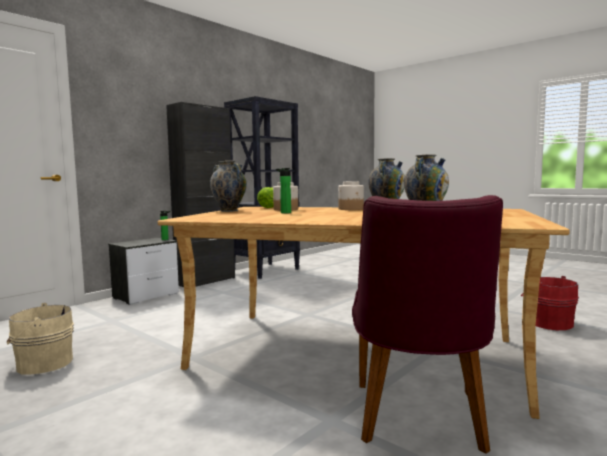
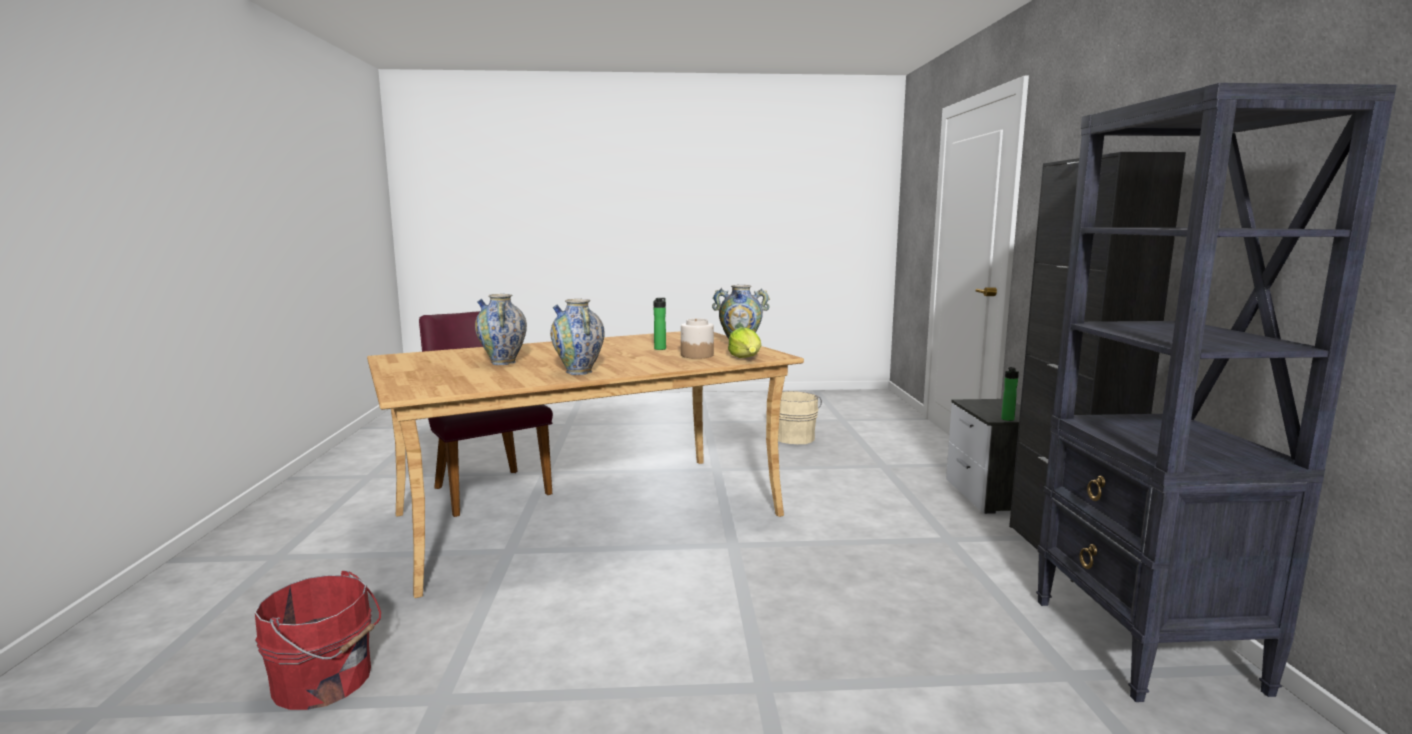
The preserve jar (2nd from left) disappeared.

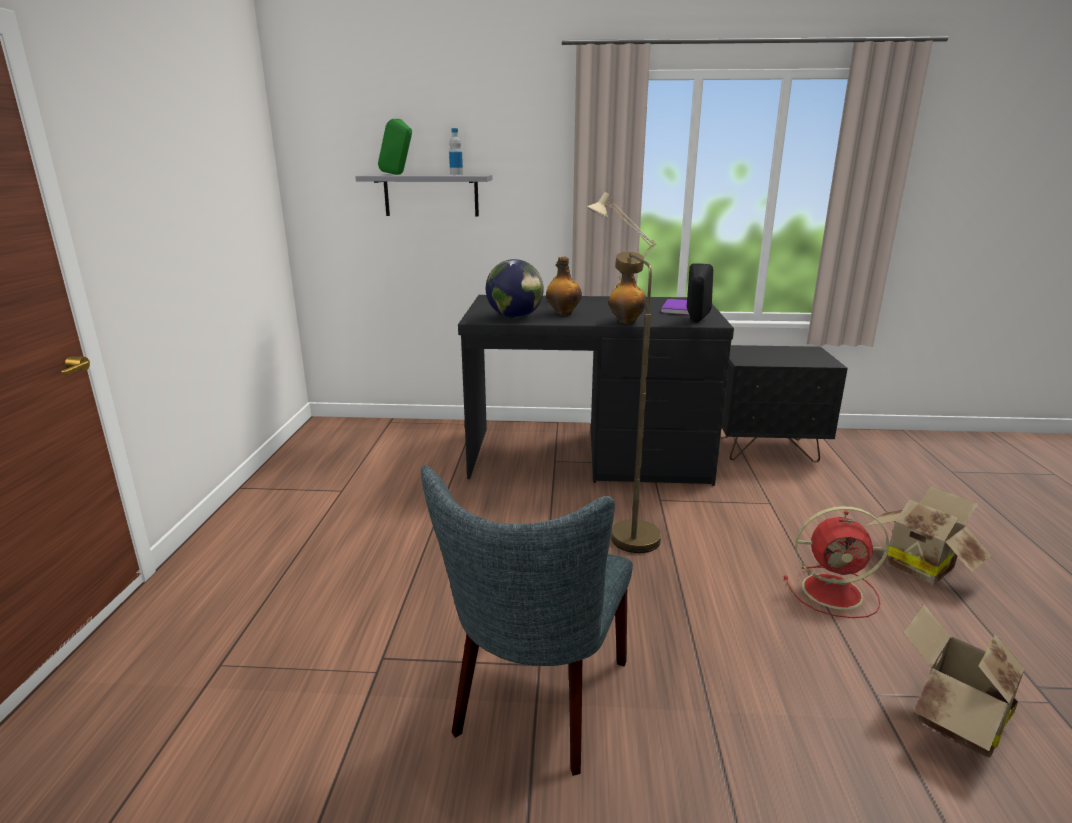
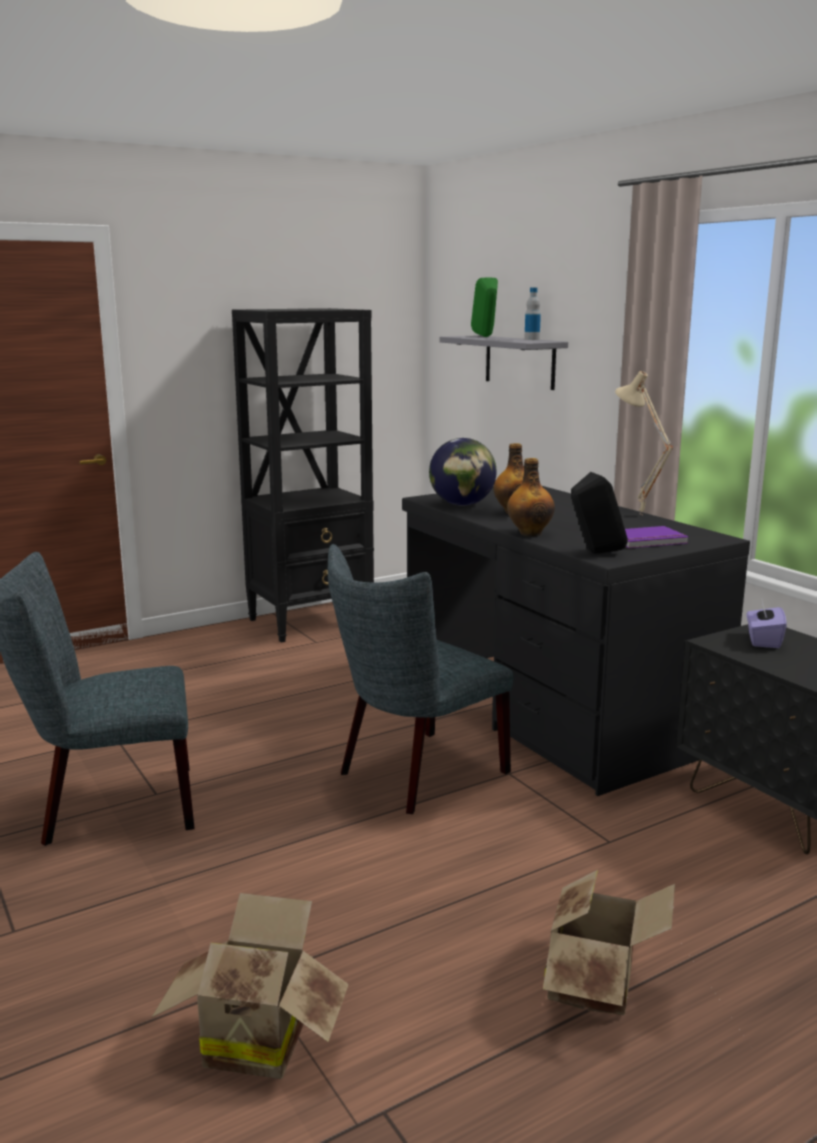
The blackish bookshelf appeared. The brown standard lamp was replaced by the greyish plain chair (2nd from left). The purplish tissue holder appeared. The red fan disappeared.

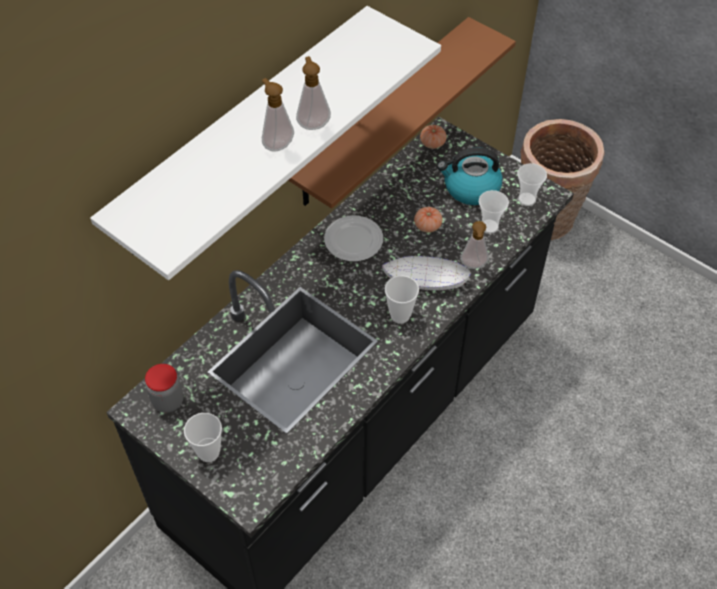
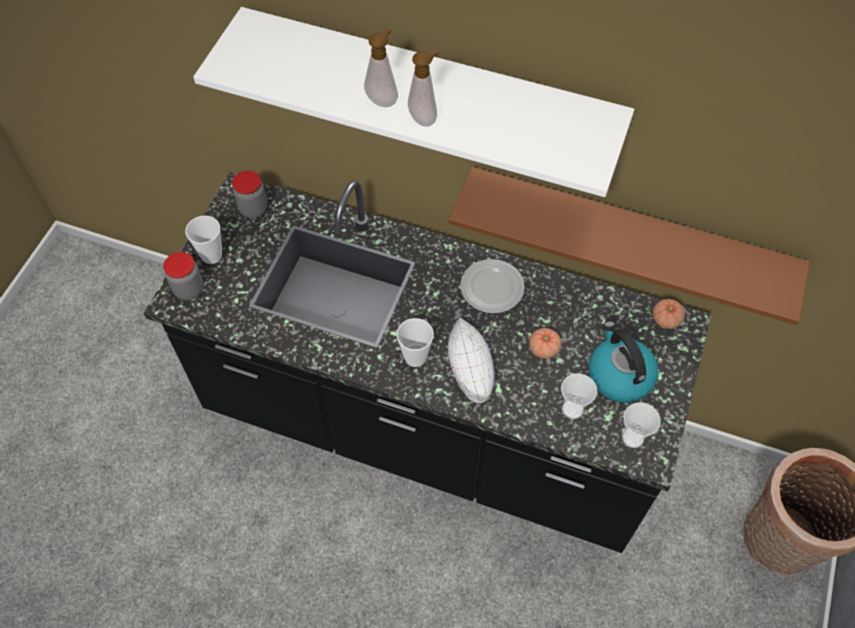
The preserve jar (1st from left) appeared. The soap dispenser (3rd from left) disappeared.

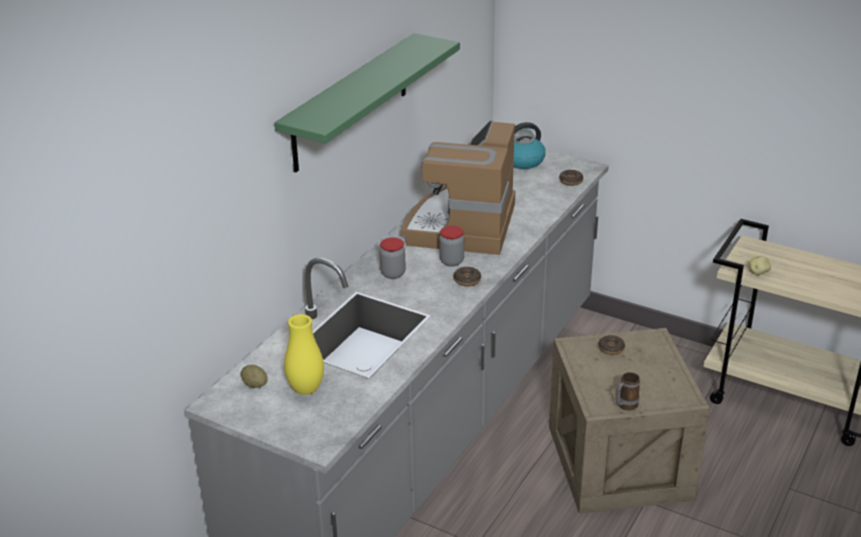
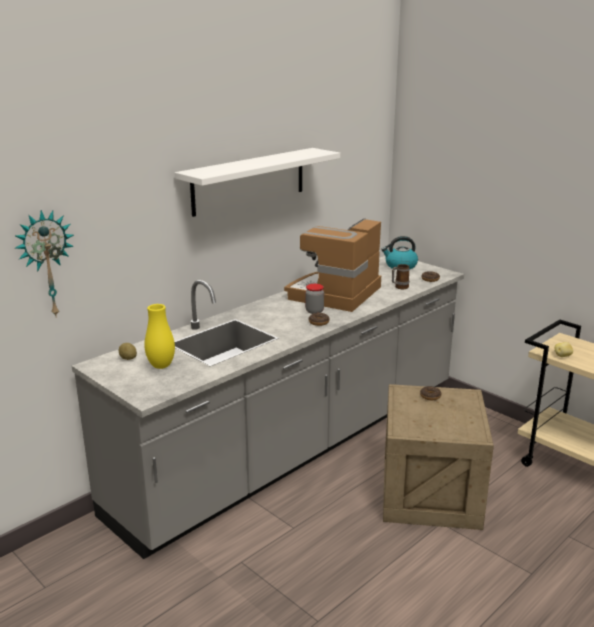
The wall clock appeared. The greenish shelf became the whitish shelf. The coffee mug moved. The preserve jar (1st from left) disappeared.

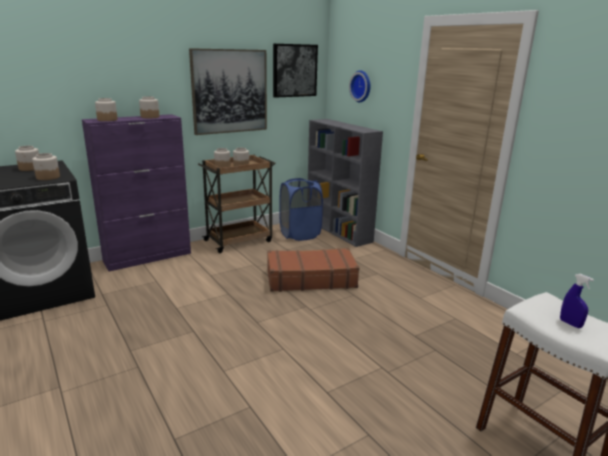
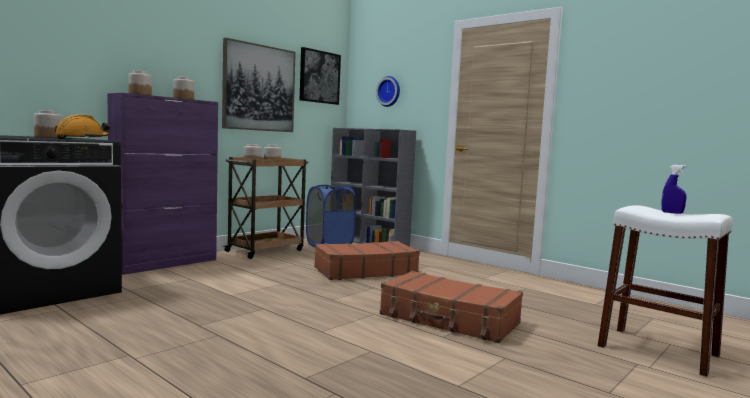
The preserve jar (2nd from left) was replaced by the orangey work helmet. The brown travel case (2nd from left) appeared.

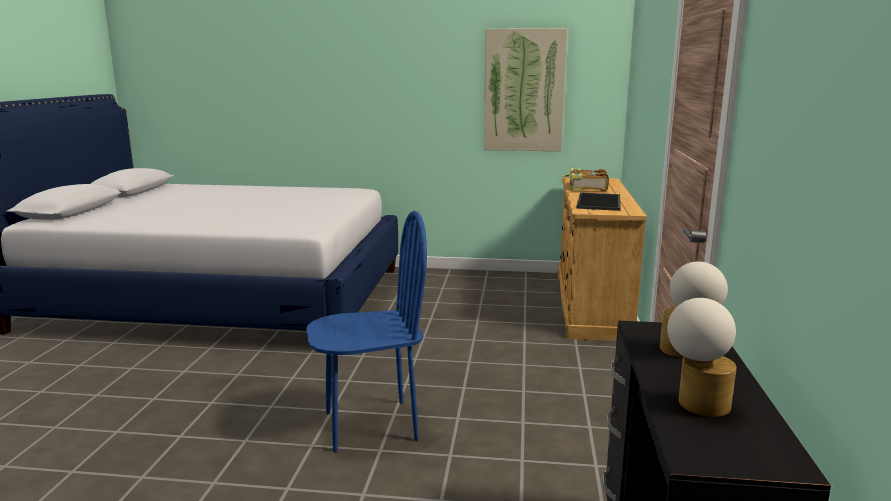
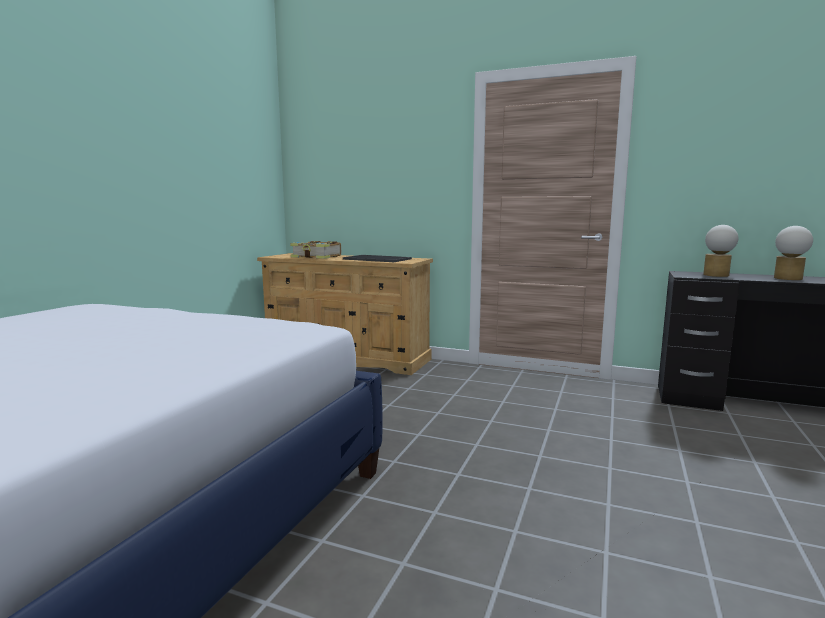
The blue plain chair disappeared. The wall picture disappeared.

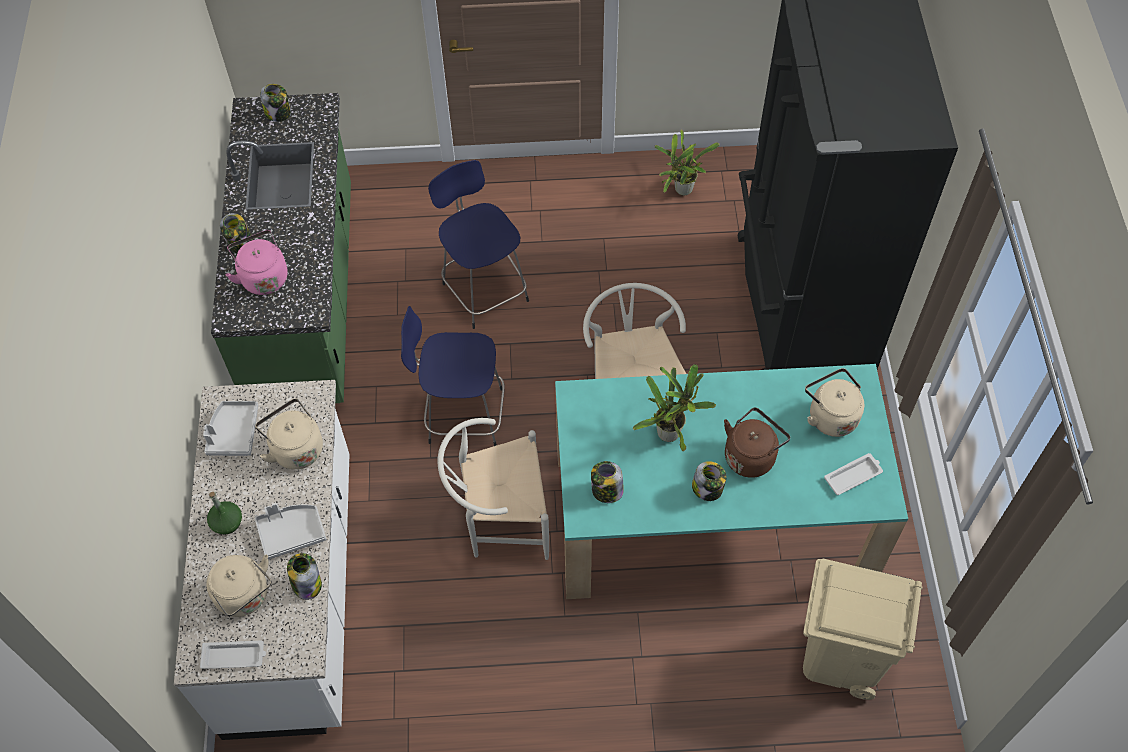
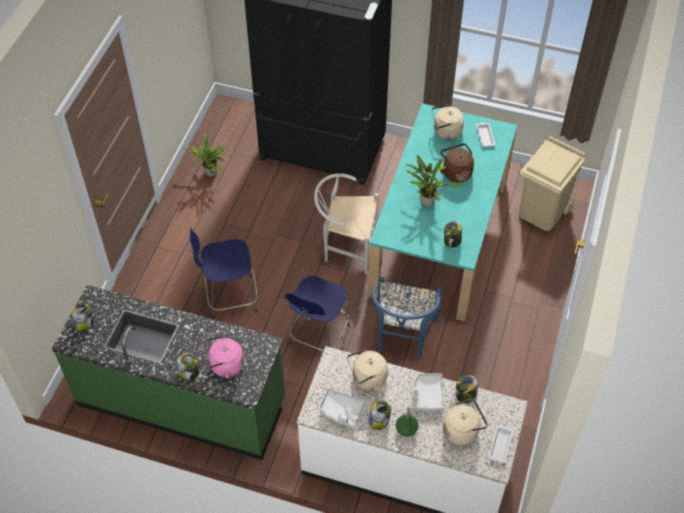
The preserve jar (5th from left in the first image) moved. The whitish plain chair (1st from left) became the blue plain chair.

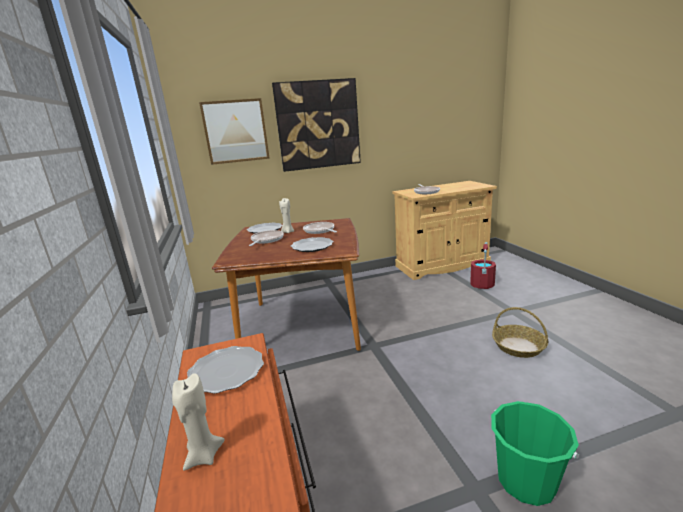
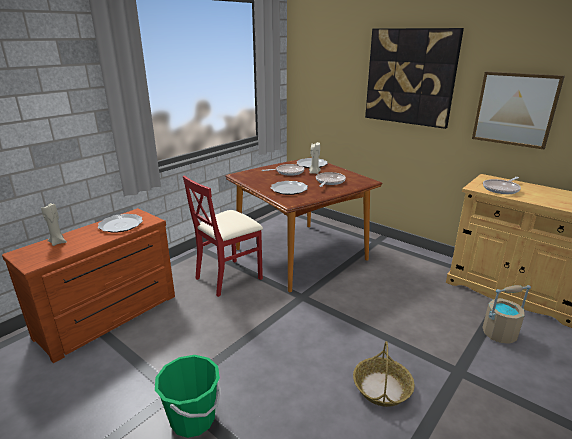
The red plain chair appeared. The wall picture (1st from left in the first image) moved. The red bucket became the sand-coloured bucket.

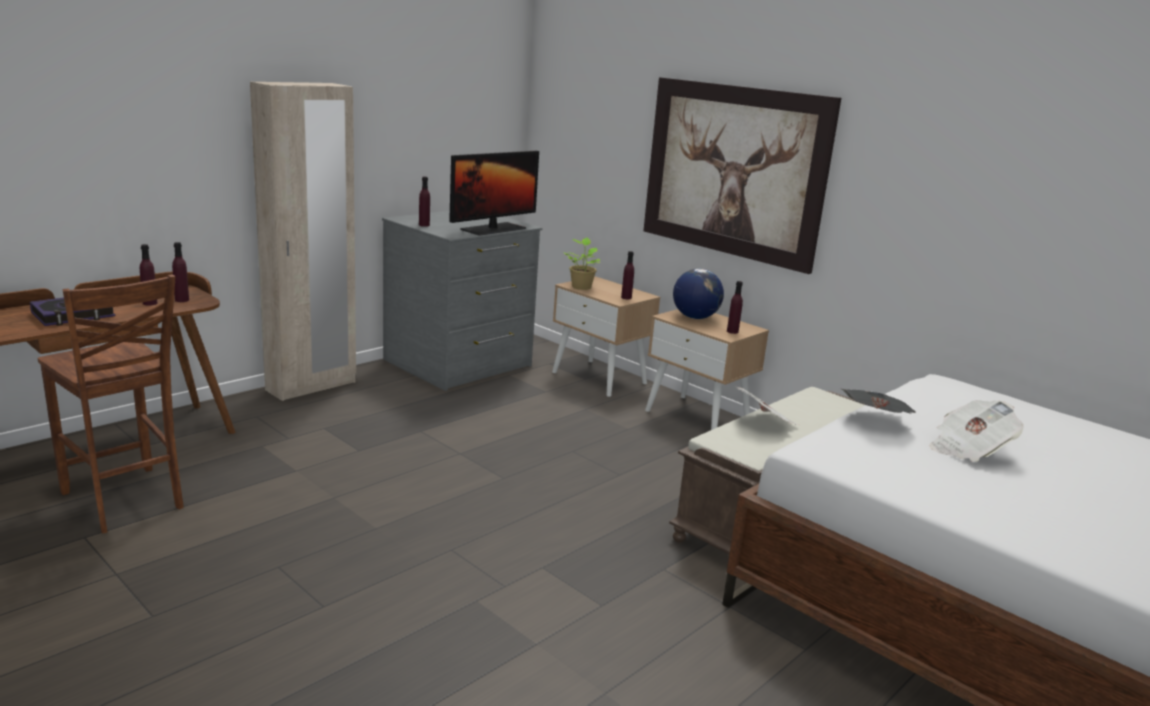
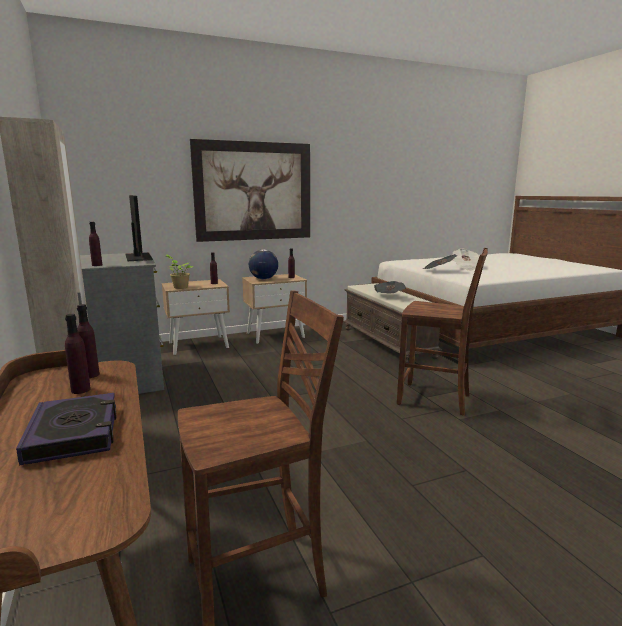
The brown plain chair (2nd from left) appeared.

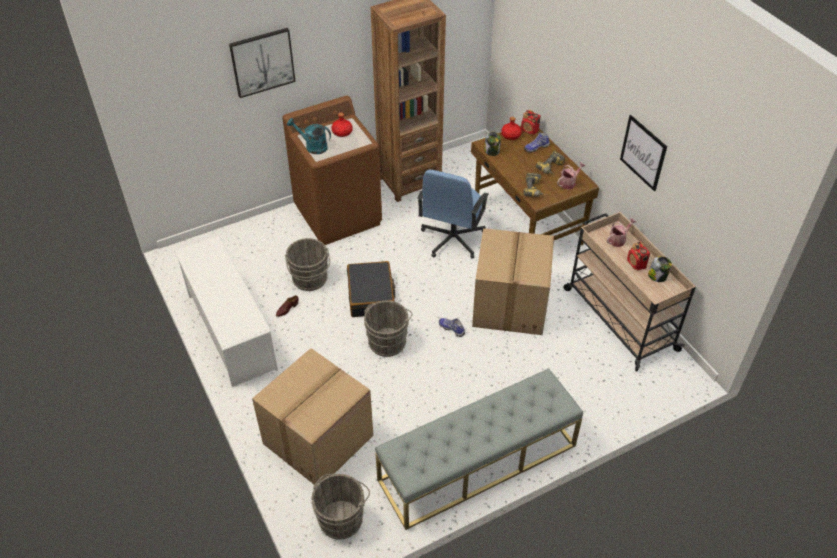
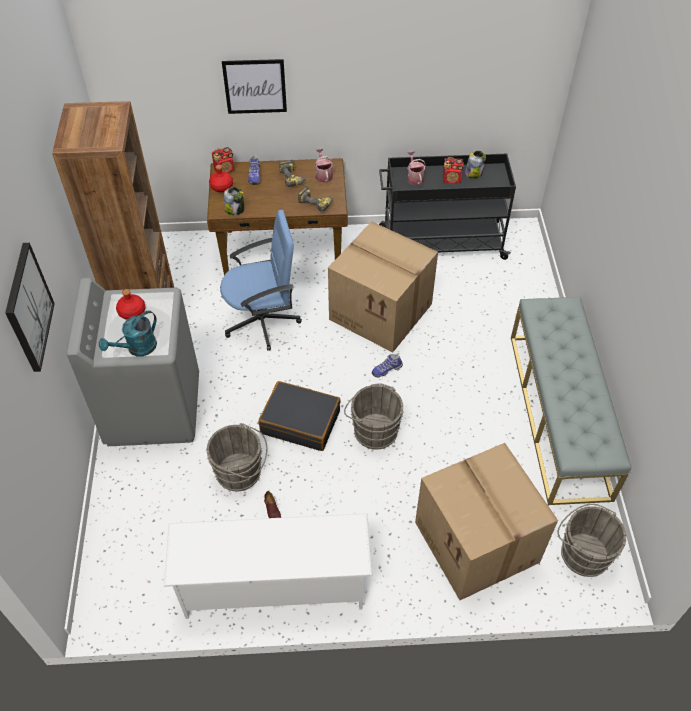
The brown laundry machine became the greyish laundry machine. The blue desk chair turned 60 degrees counterclockwise. The wall picture (2nd from left) moved. The sand-coloured cart became the blackish cart.

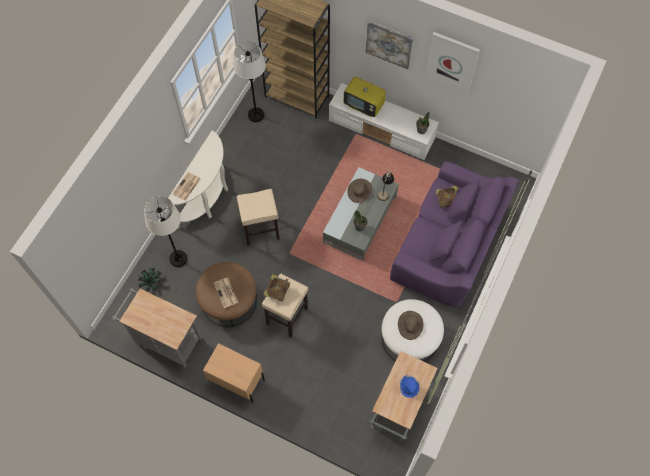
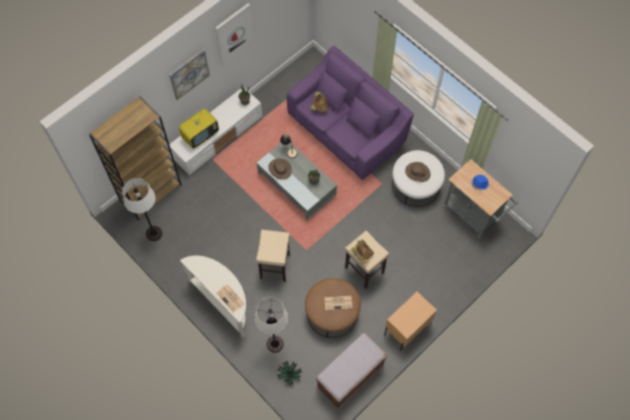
The greyish cart (1st from left) was replaced by the brown long seat.

